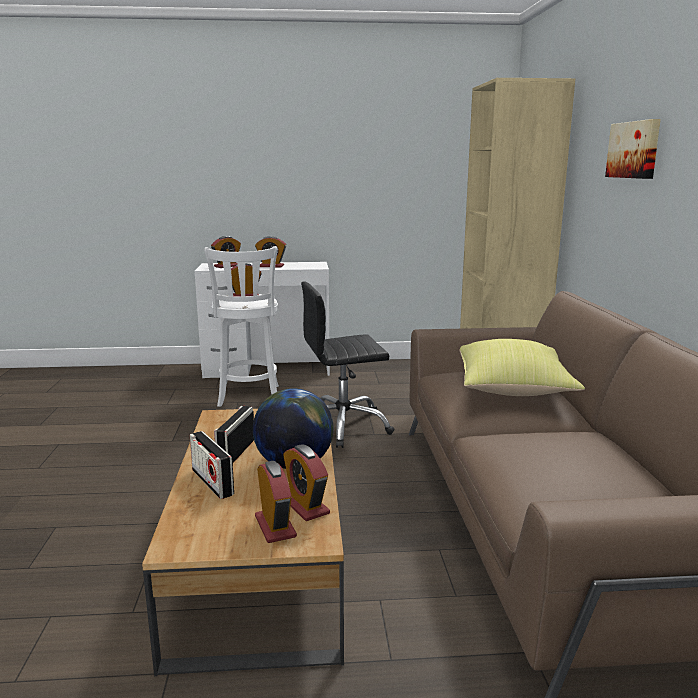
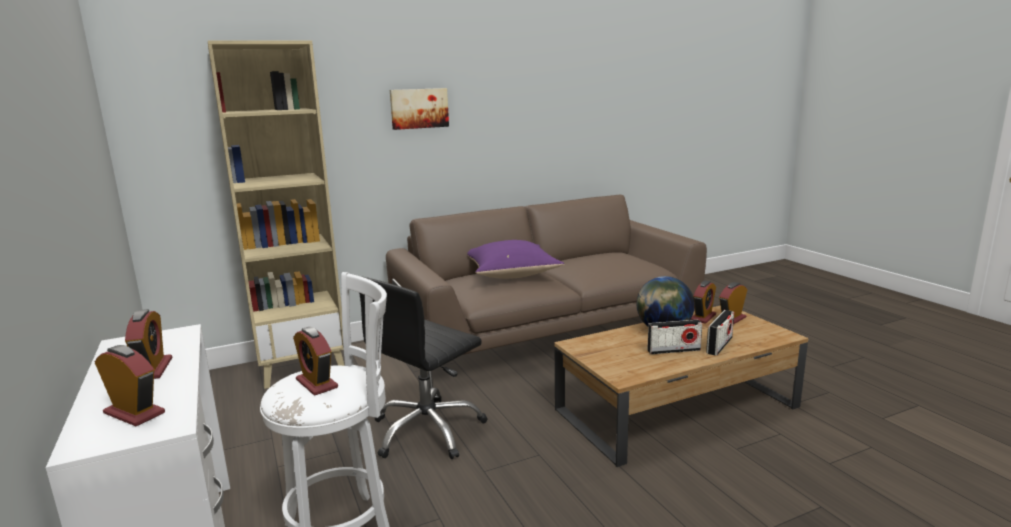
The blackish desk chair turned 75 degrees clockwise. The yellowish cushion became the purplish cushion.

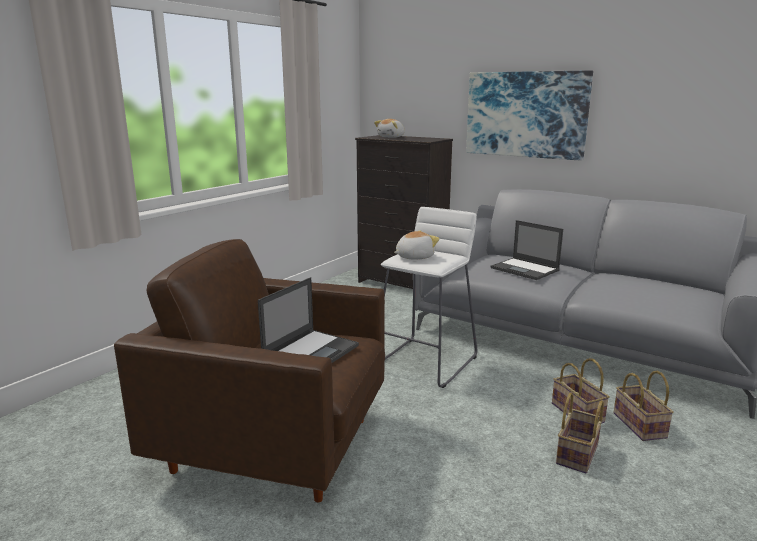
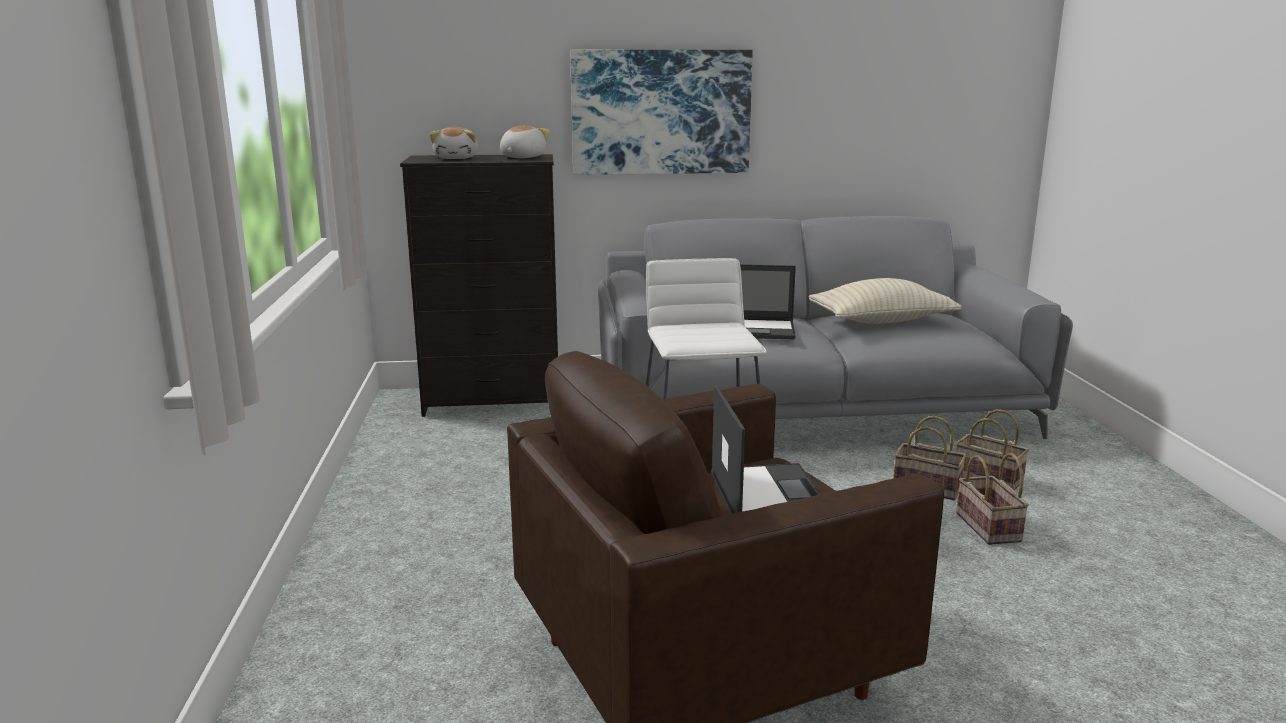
The plush toy (2nd from left) moved. The sand-coloured cushion appeared.

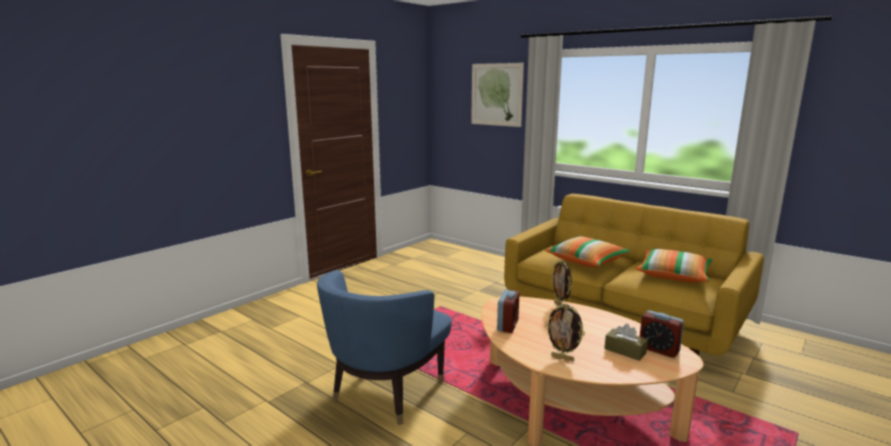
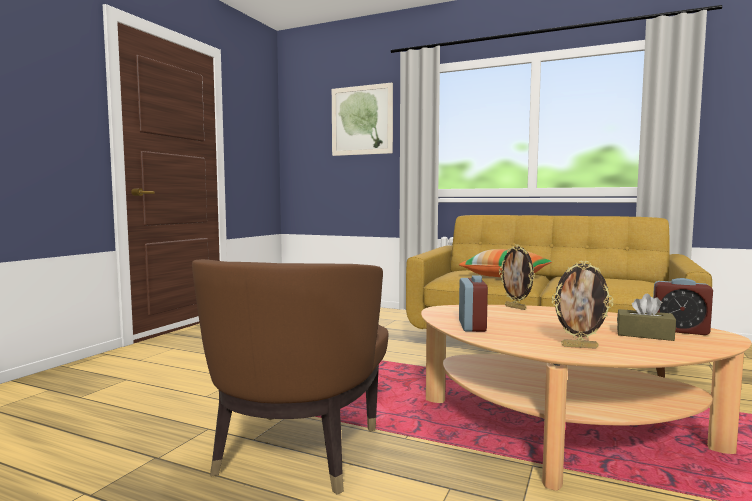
The blue easy chair became the brown easy chair. The cushion (2nd from left) disappeared.

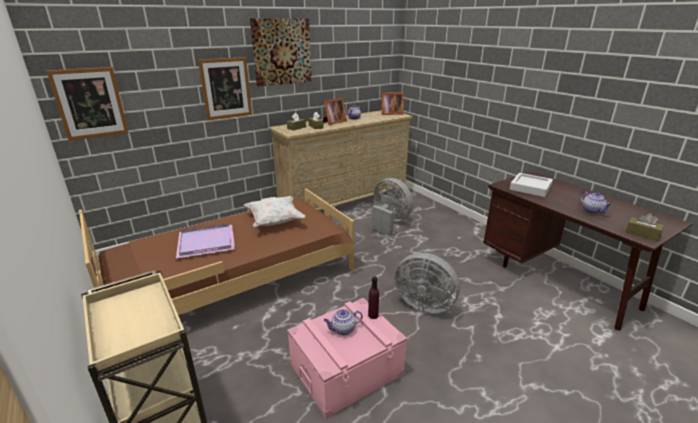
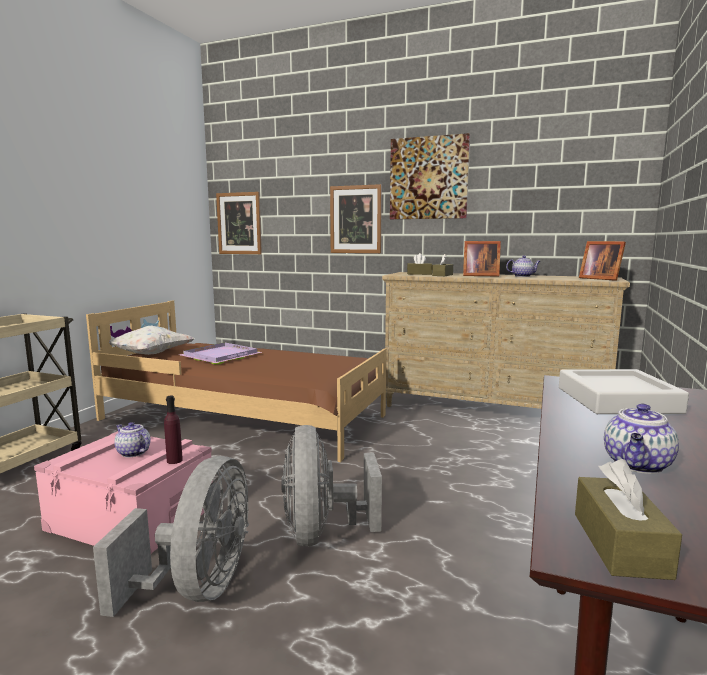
The greyish fan (1st from left) moved. The whitish cushion moved.

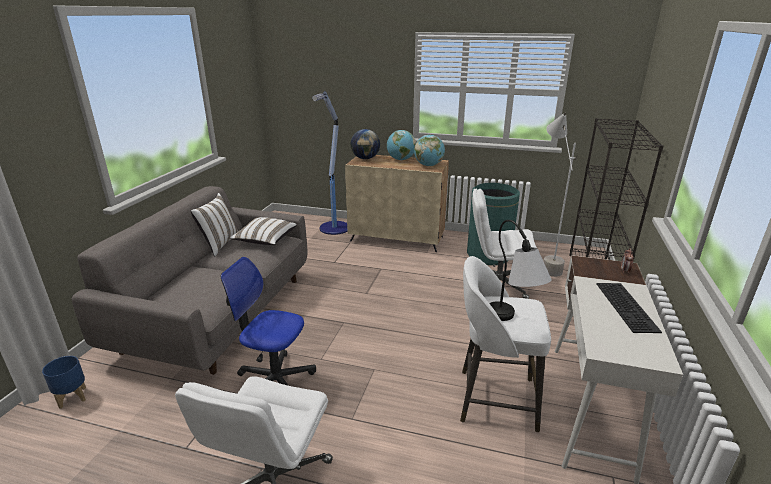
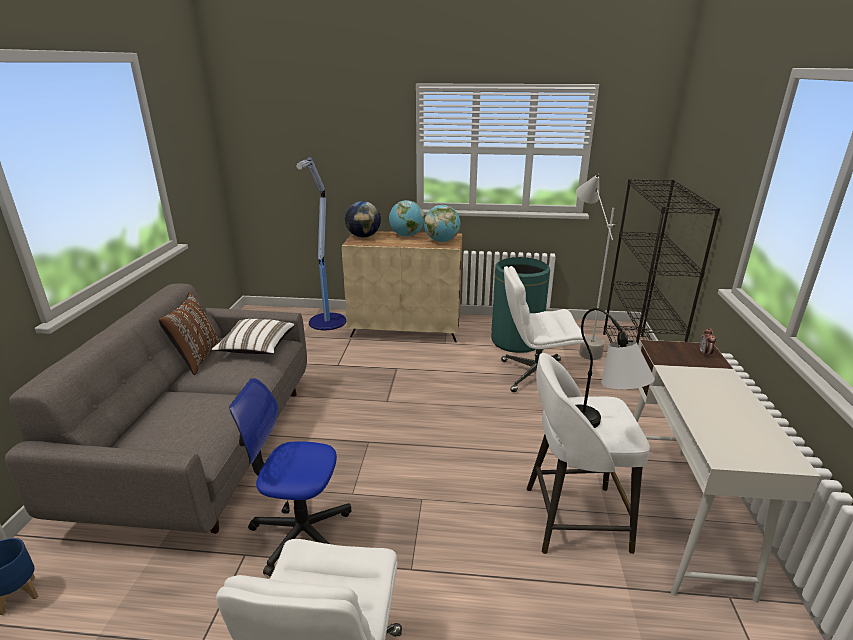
The whitish cushion (1st from left) became the brown cushion. The PC keyboard disappeared.

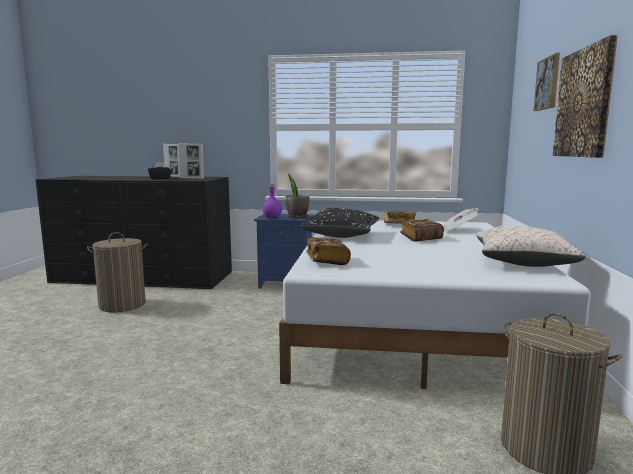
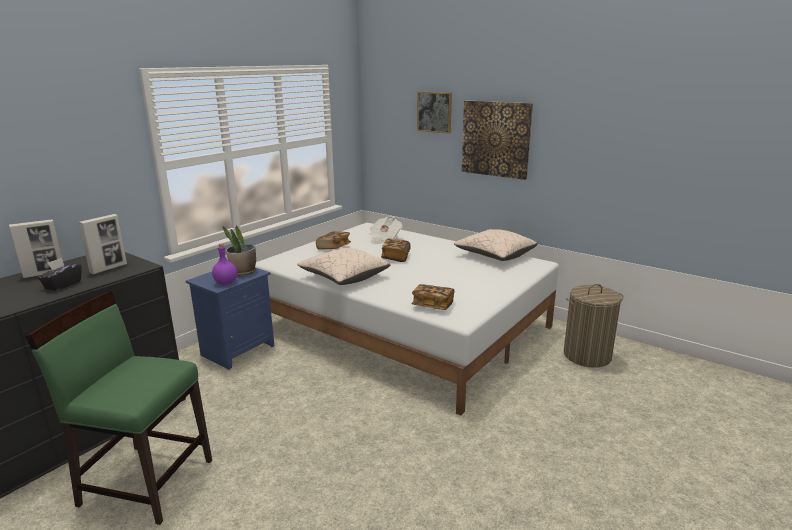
The laundry basket (1st from left) was replaced by the greenish plain chair. The blackish cushion became the sand-coloured cushion (1st from left).

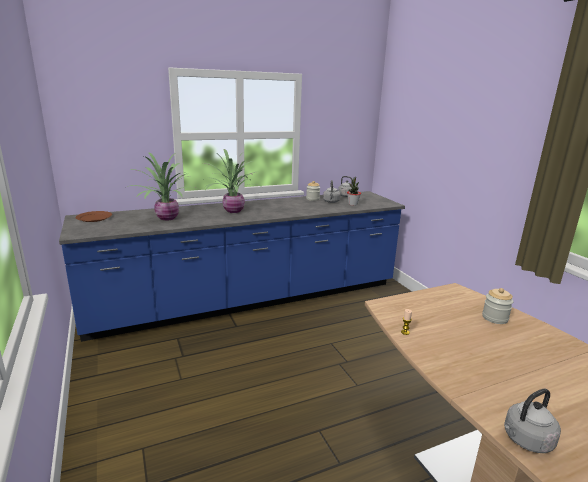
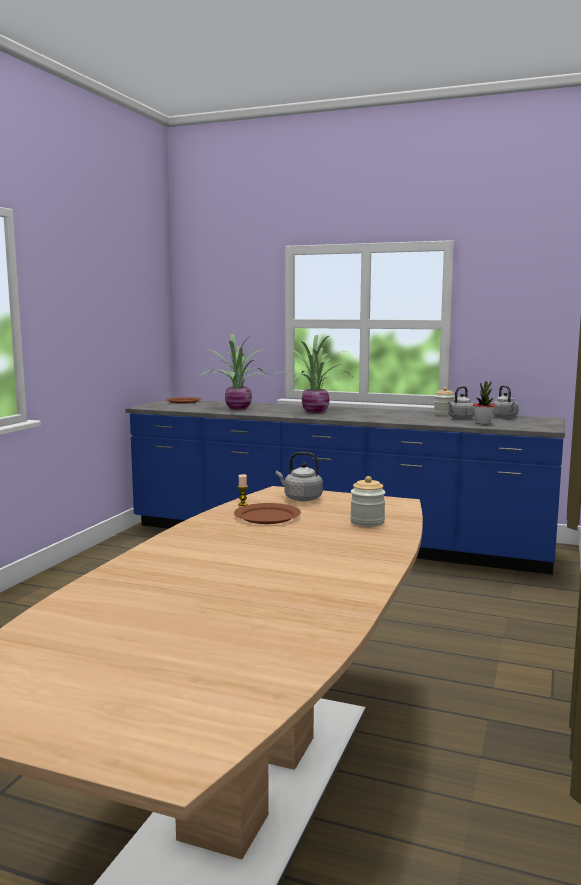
The brown plate (2nd from left) appeared. The greyish tea kettle (3rd from left in the first image) moved.

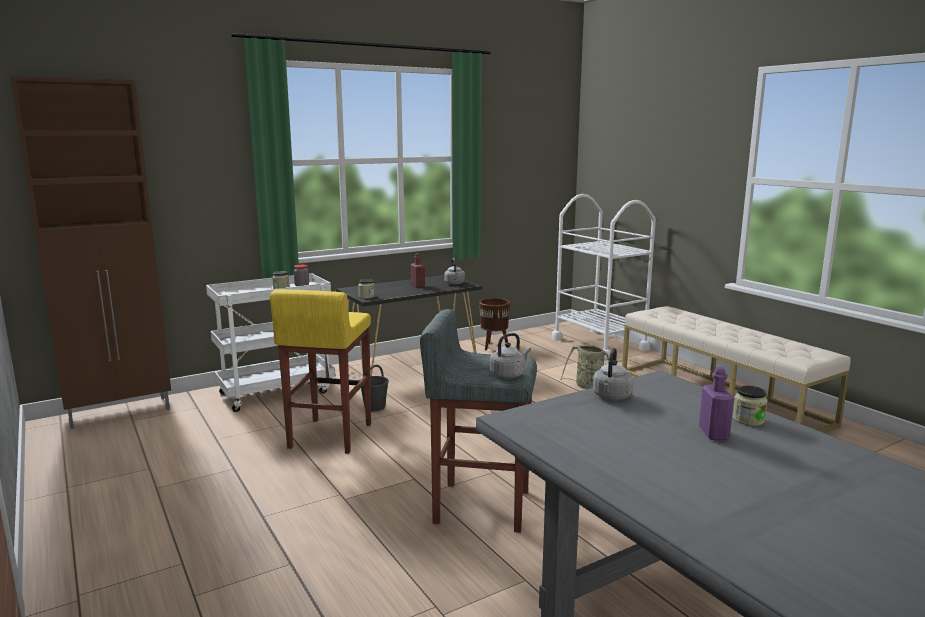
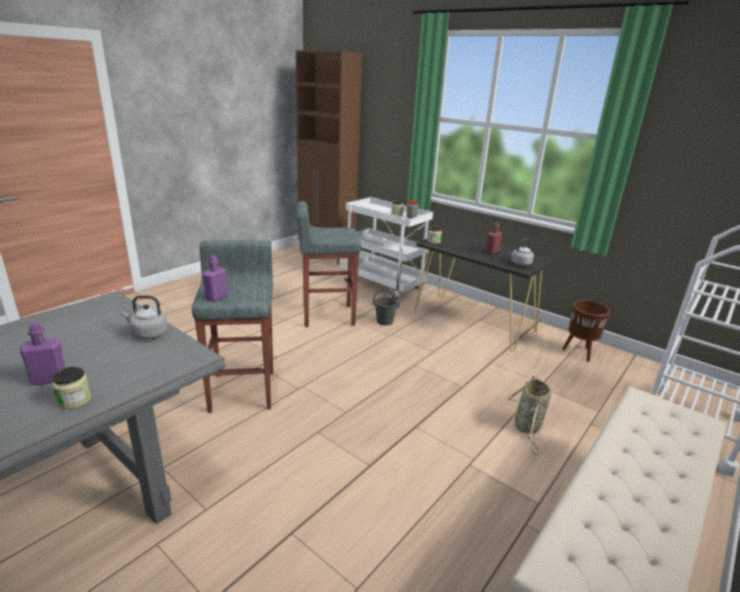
The greyish tea kettle (2nd from left) was replaced by the purplish beverage bottle (2nd from left). The yellowish sitting stool became the greyish sitting stool (2nd from left).

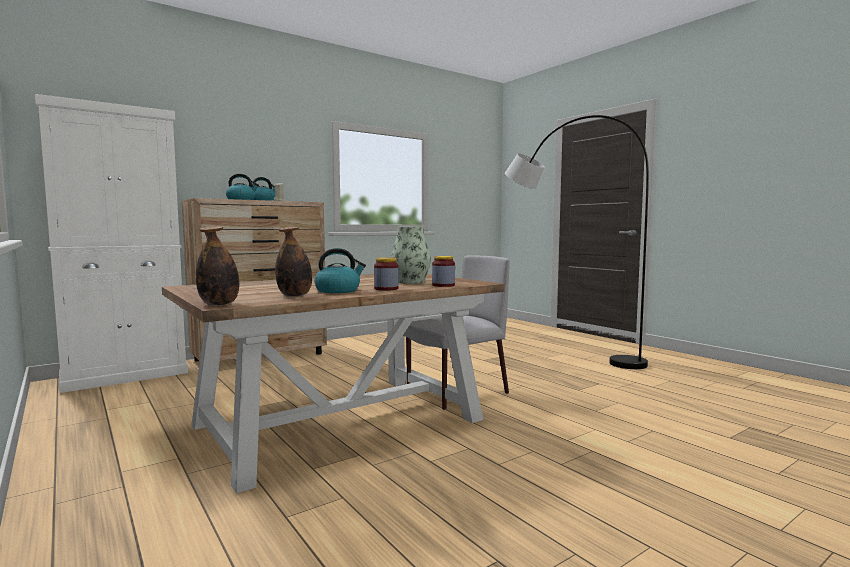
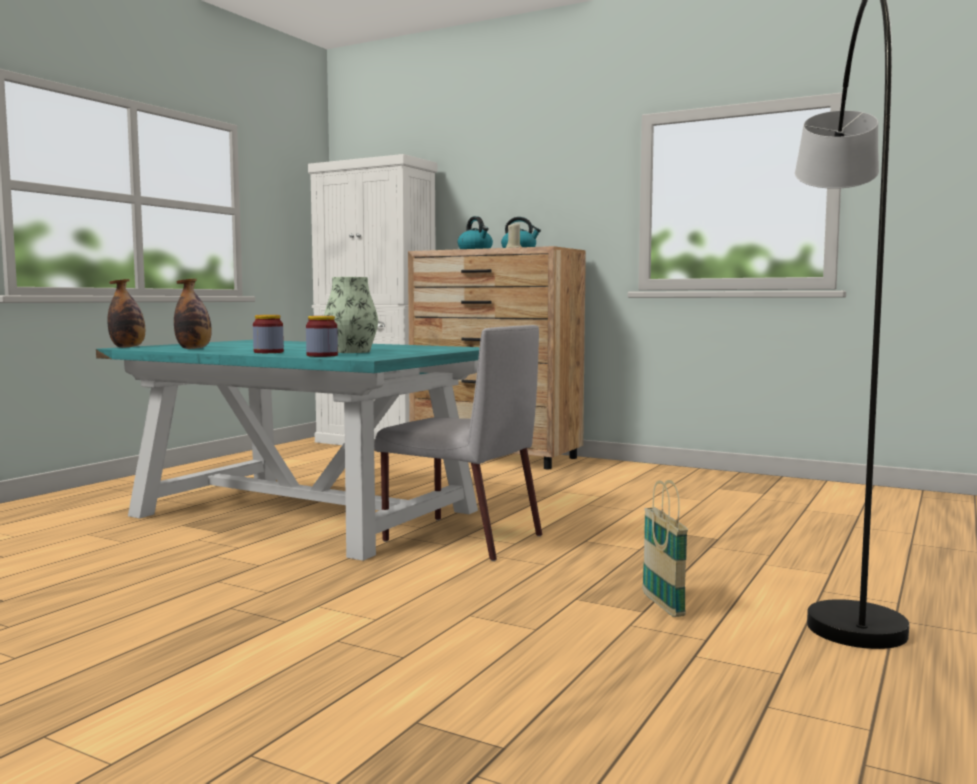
The brown dining table became the turquoise-coloured dining table. The basket appeared. The tea kettle (3rd from left) disappeared.

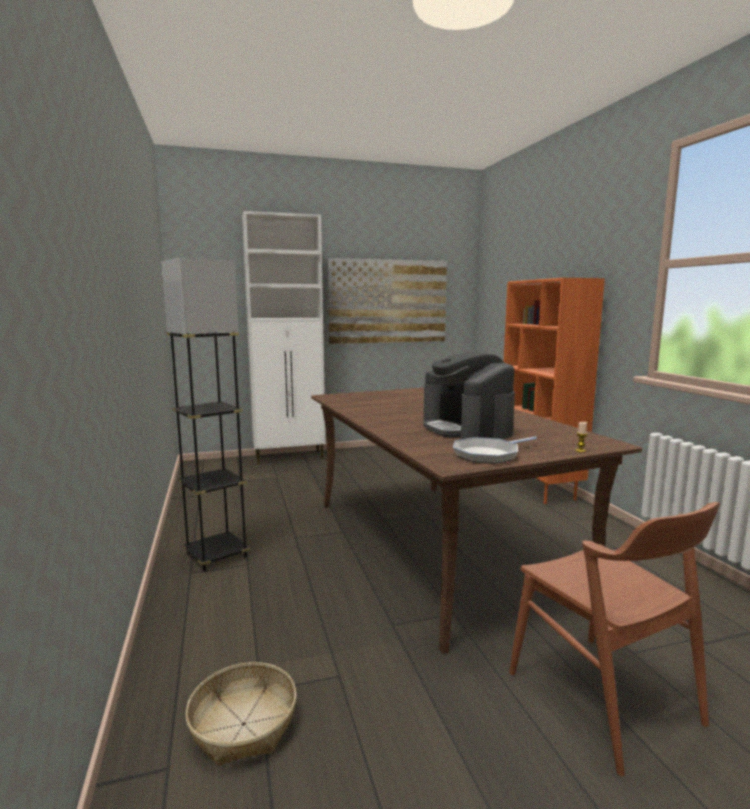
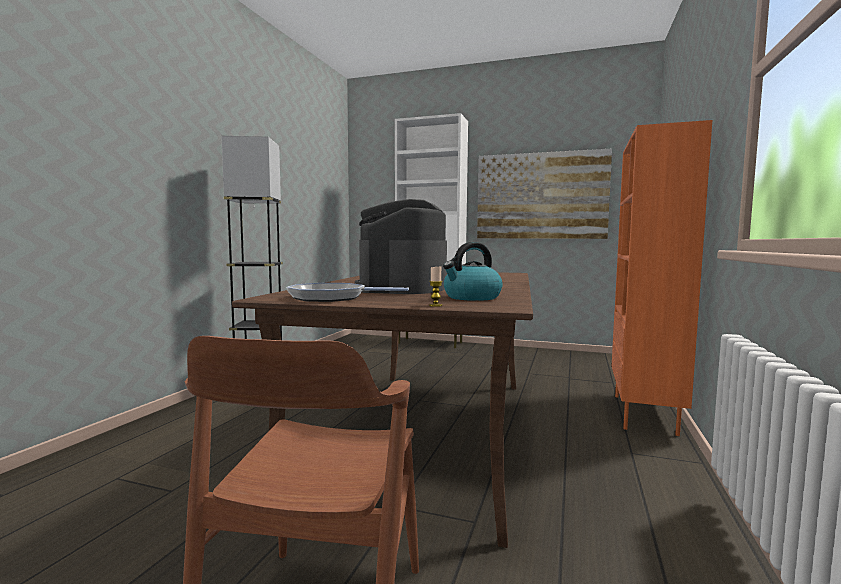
The tea kettle appeared. The basket disappeared.

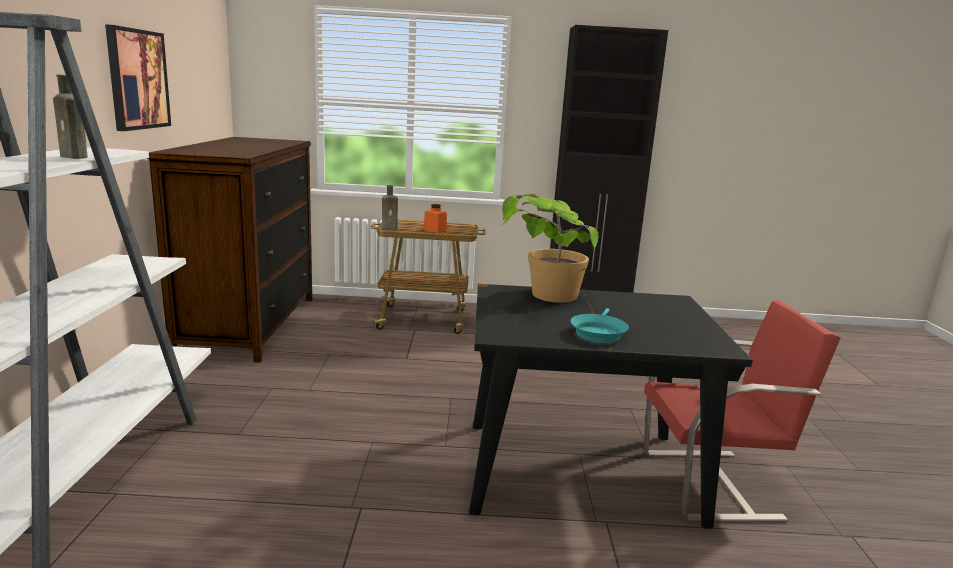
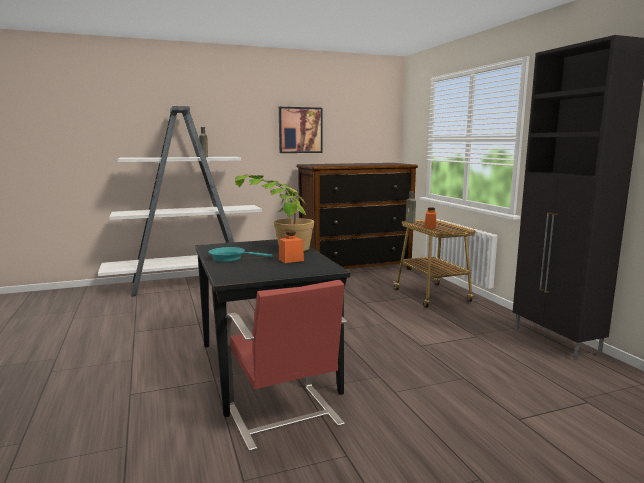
The orangey preserve jar (1st from left) appeared.

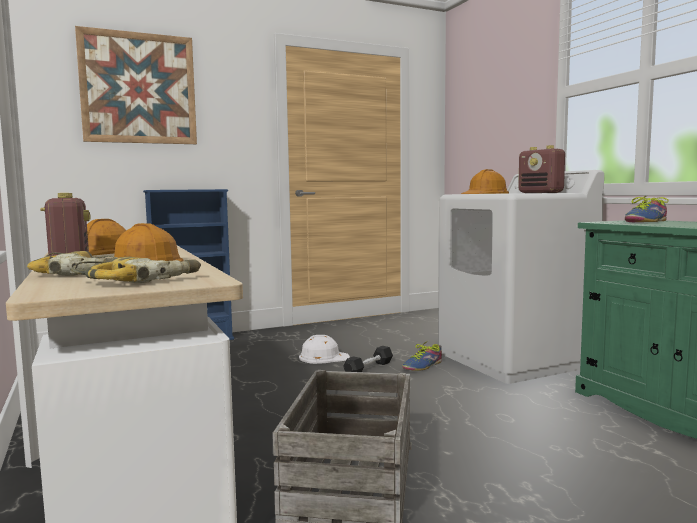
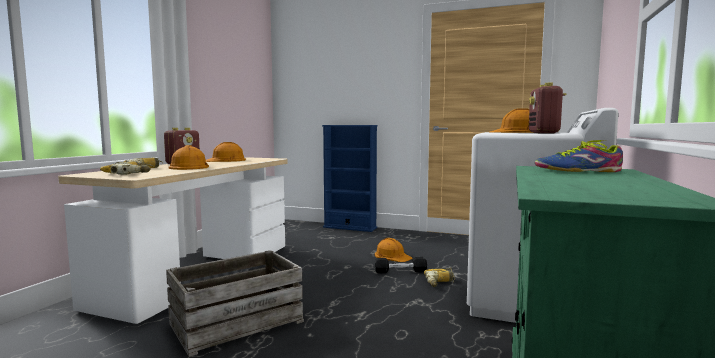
The whitish work helmet became the orangey work helmet (3rd from left). The shoe (1st from left) was replaced by the drill (3rd from left). The wall picture disappeared.

